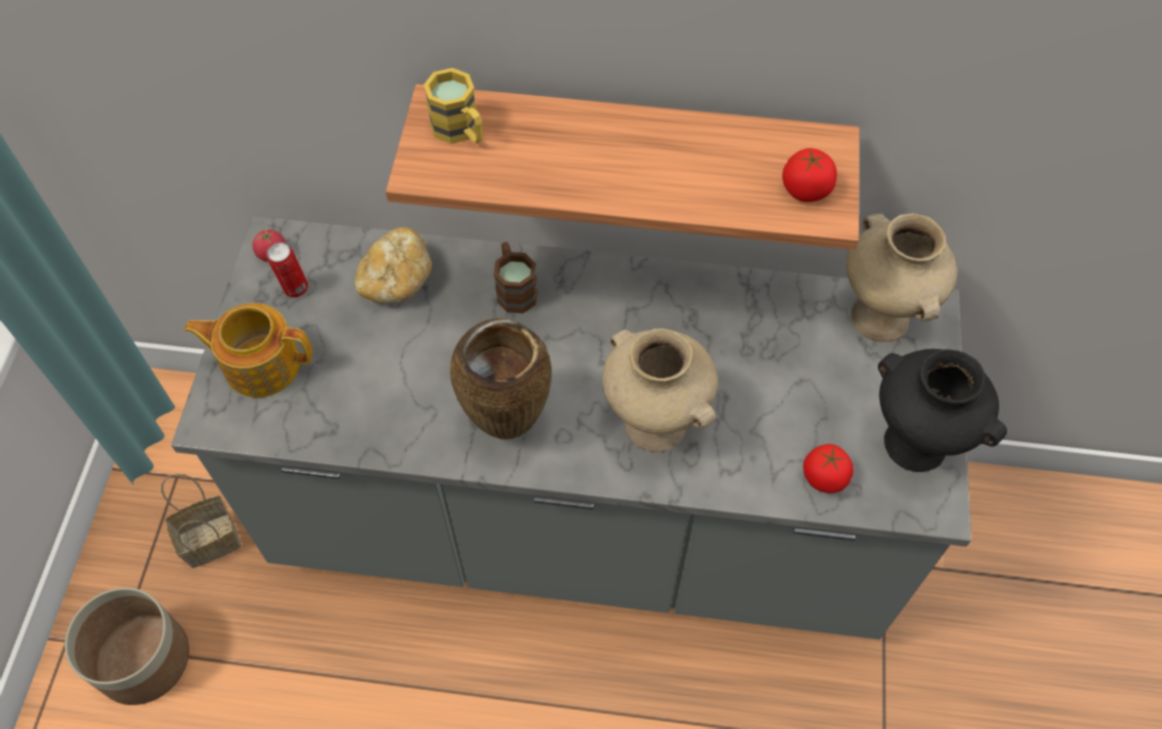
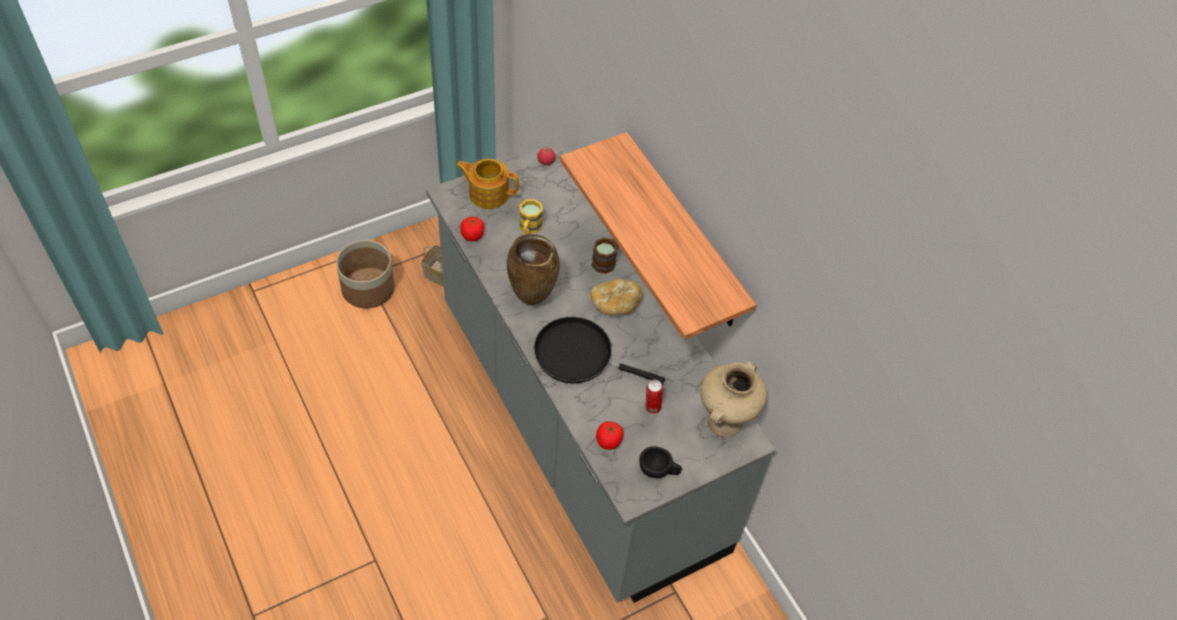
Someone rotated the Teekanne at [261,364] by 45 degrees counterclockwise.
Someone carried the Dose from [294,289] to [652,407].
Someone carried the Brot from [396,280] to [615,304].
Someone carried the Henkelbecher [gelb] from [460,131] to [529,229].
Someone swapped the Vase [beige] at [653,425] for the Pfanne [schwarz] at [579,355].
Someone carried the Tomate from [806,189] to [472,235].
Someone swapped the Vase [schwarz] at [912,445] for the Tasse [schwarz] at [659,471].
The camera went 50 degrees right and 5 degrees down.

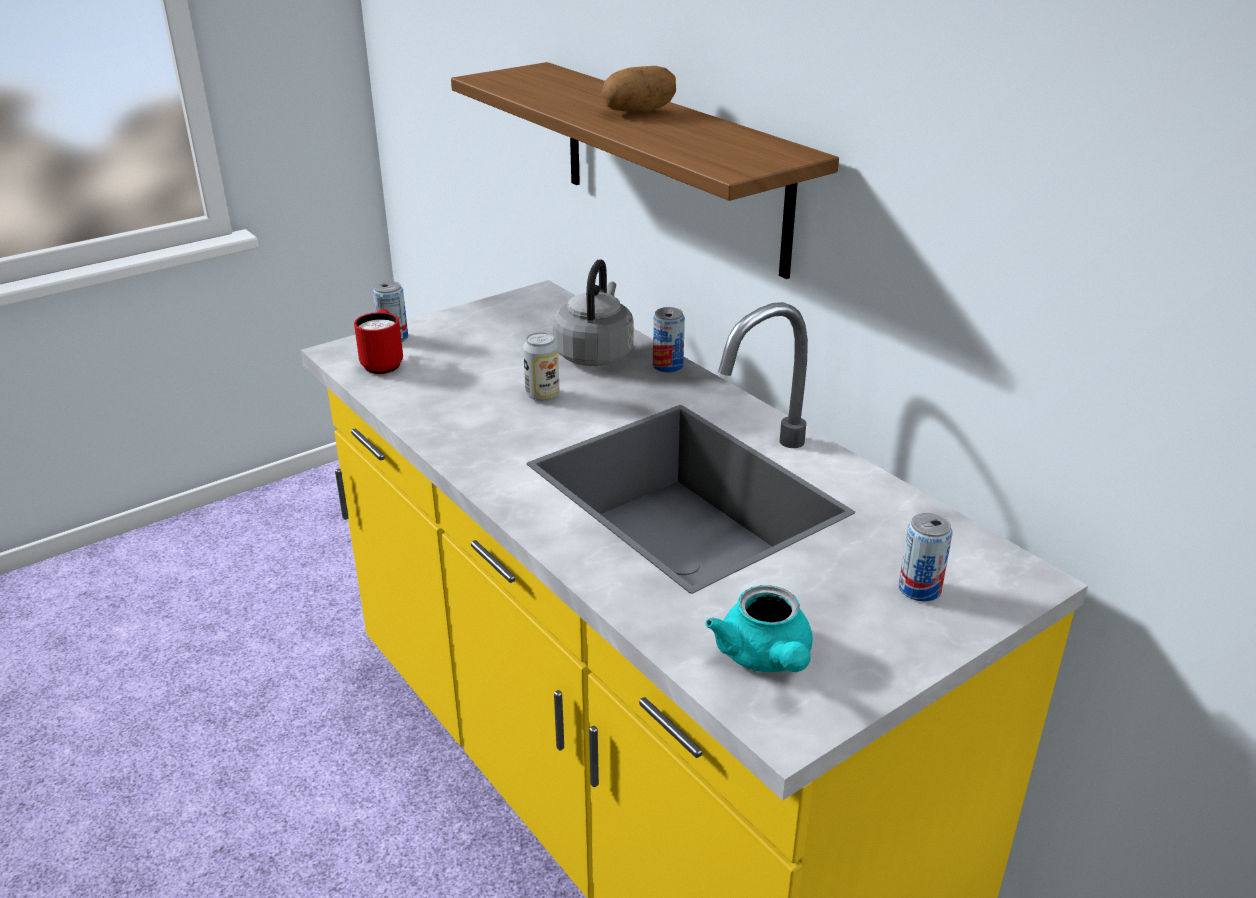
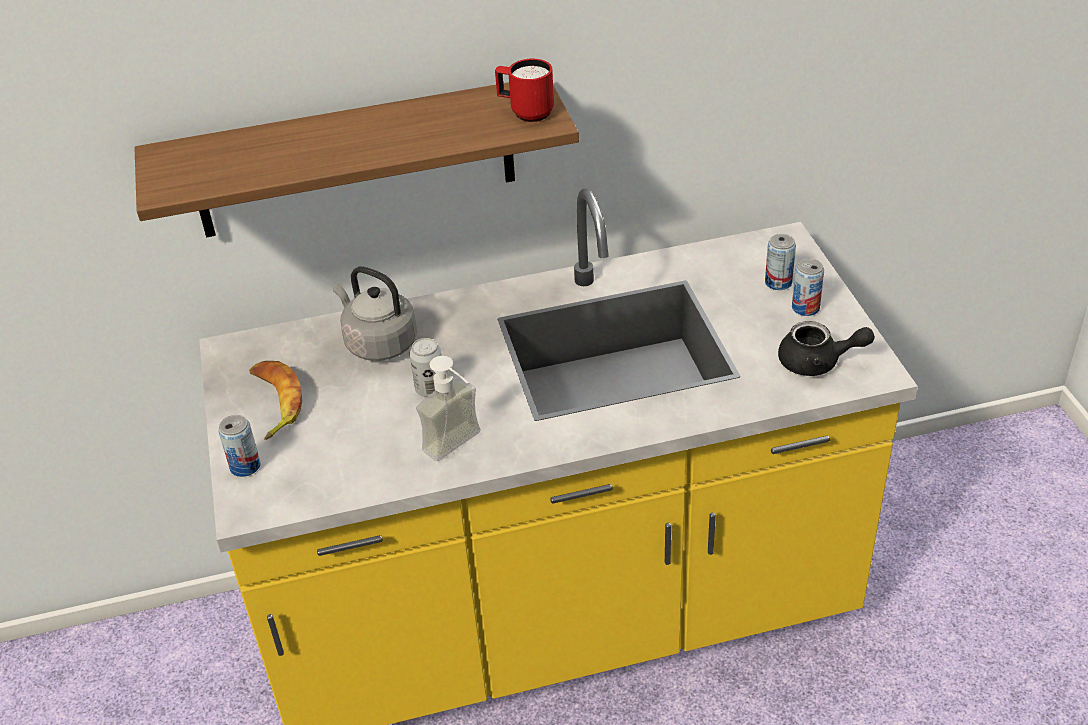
Someone carried the Henkelbecher [rot] from [383,363] to [525,112].
Someone took away the Kartoffel at [638,111].
Someone carried the Dose from [667,366] to [805,308].
Someone repainted the Teekanne [türkis] at [766,659], which became the Teekanne [schwarz] at [818,363].
Someone put down the Banane at [273,403].
Someone put down the Seifenspender at [460,448].
The camera went 65 degrees left and 10 degrees up.

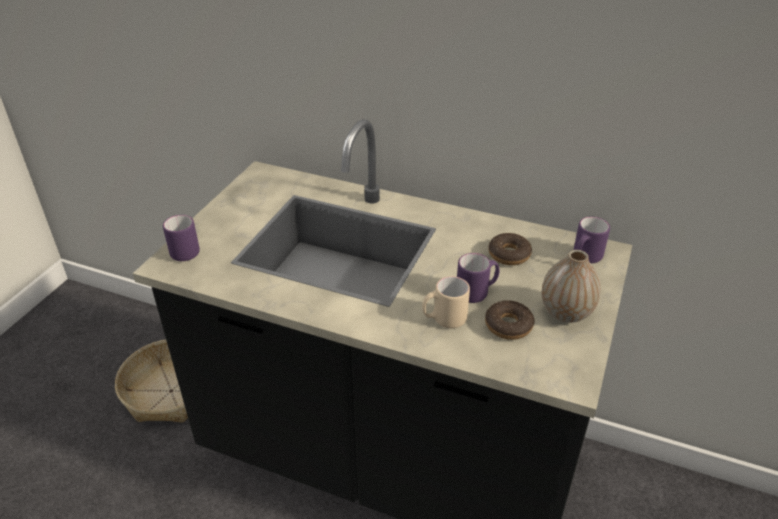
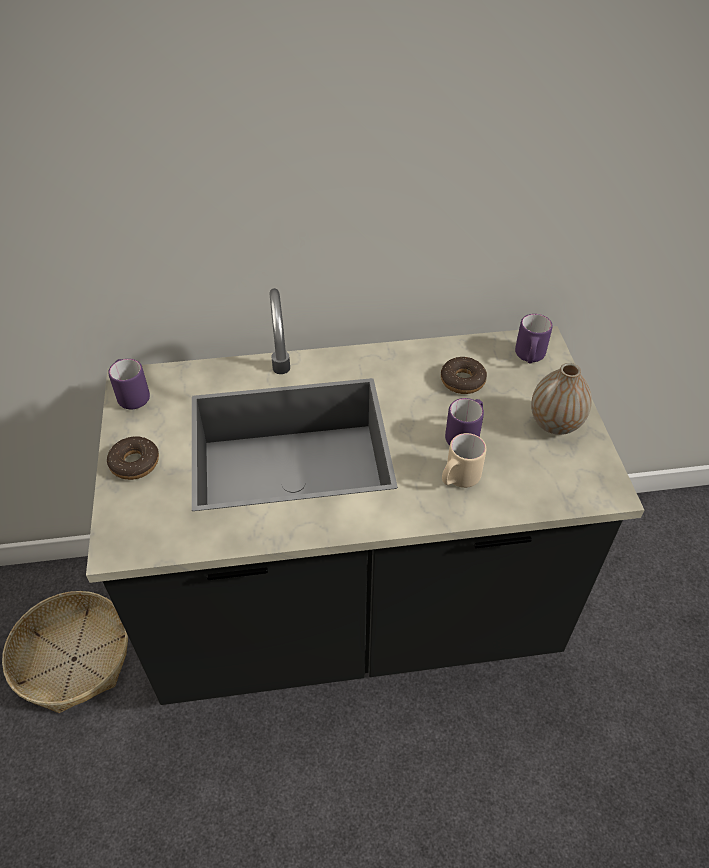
Someone carried the Henkelbecher [lila] from [186,250] to [132,395].
Someone carried the Donut from [508,325] to [134,463].
The camera went 30 degrees left and 10 degrees up.

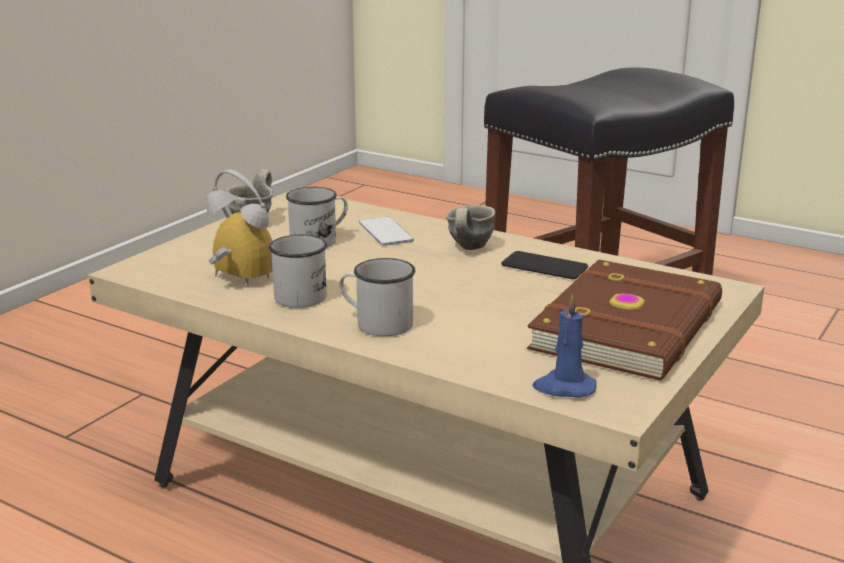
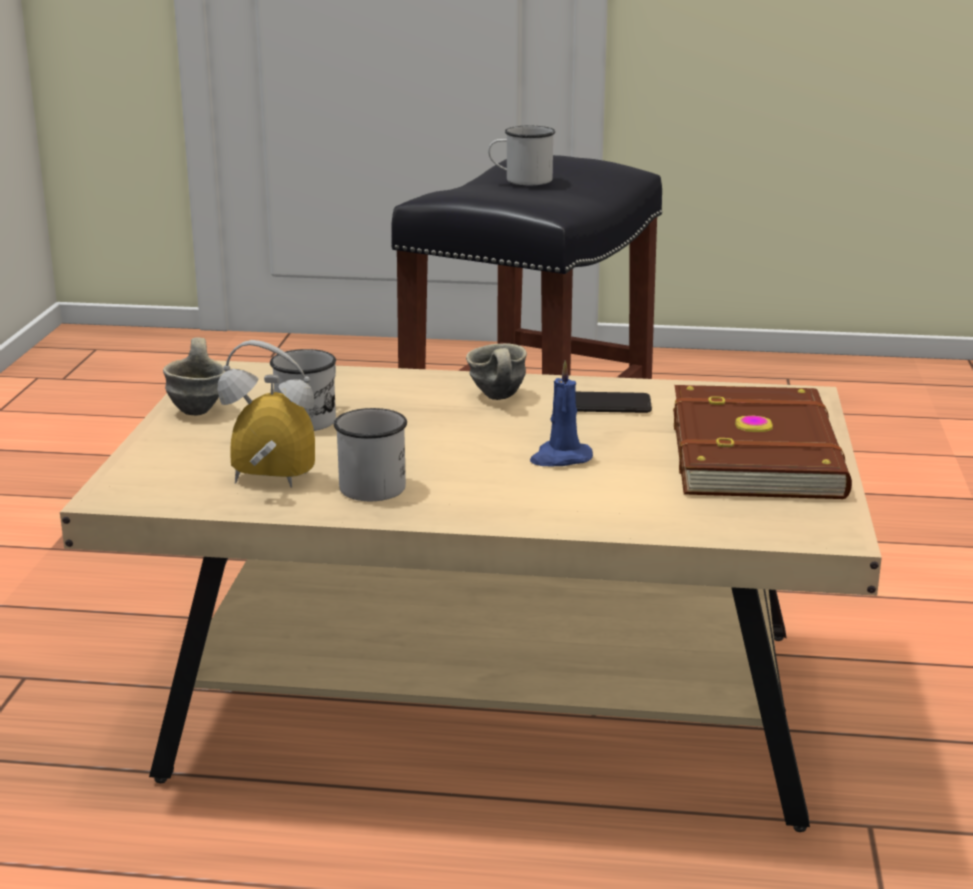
Someone carried the Henkelbecher [weiß] from [376,323] to [521,180].
Someone took away the Handy at [385,232].
Someone carried the Kerze [blau] from [564,387] to [560,458].
The camera went 25 degrees left and 0 degrees up.

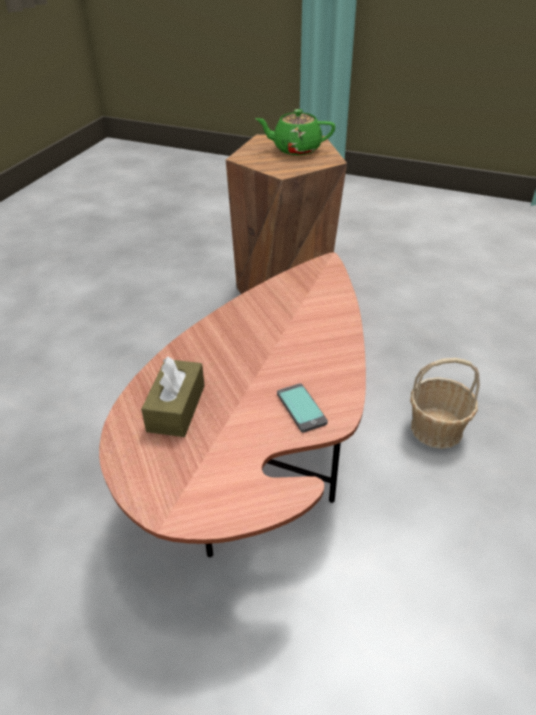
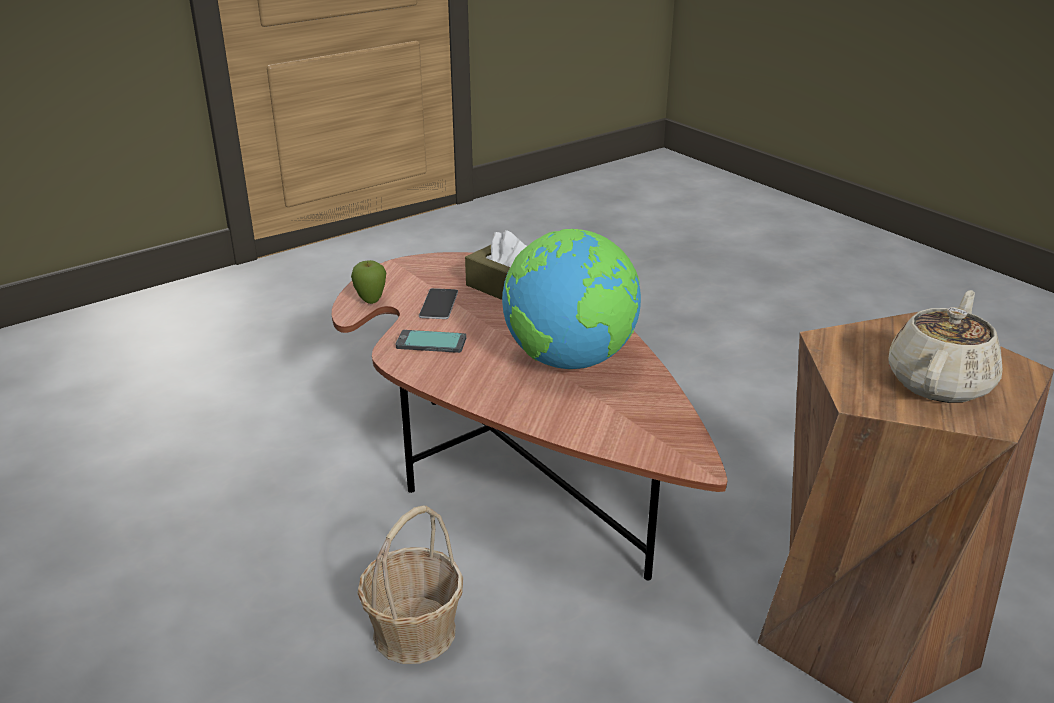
Someone repainted the Teekanne [grün] at [295,149], which became the Teekanne [beige] at [939,382].
Someone put down the Apfel at [371,302].
Someone put down the Handy at [438,304].
Someone put down the Globus at [570,360].
The camera went 120 degrees right and 10 degrees down.

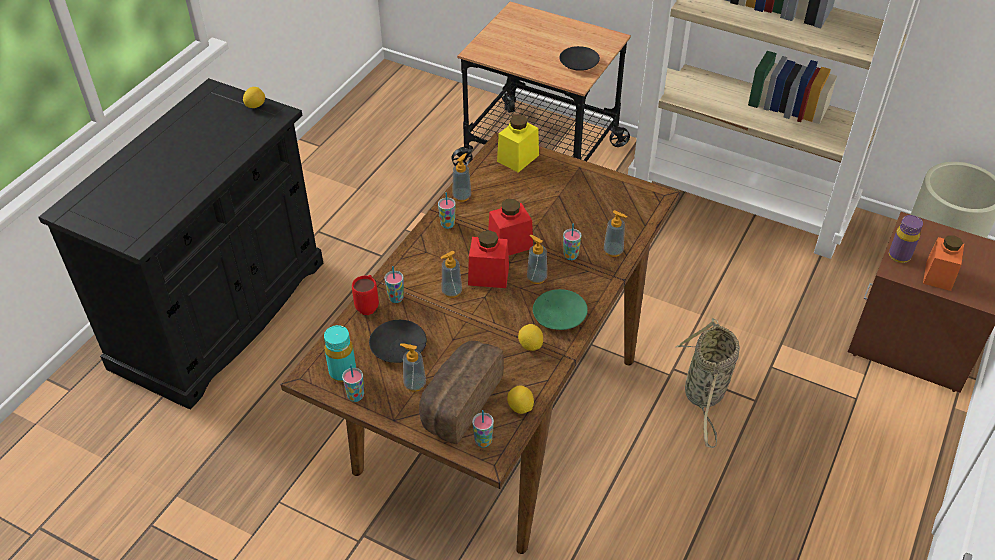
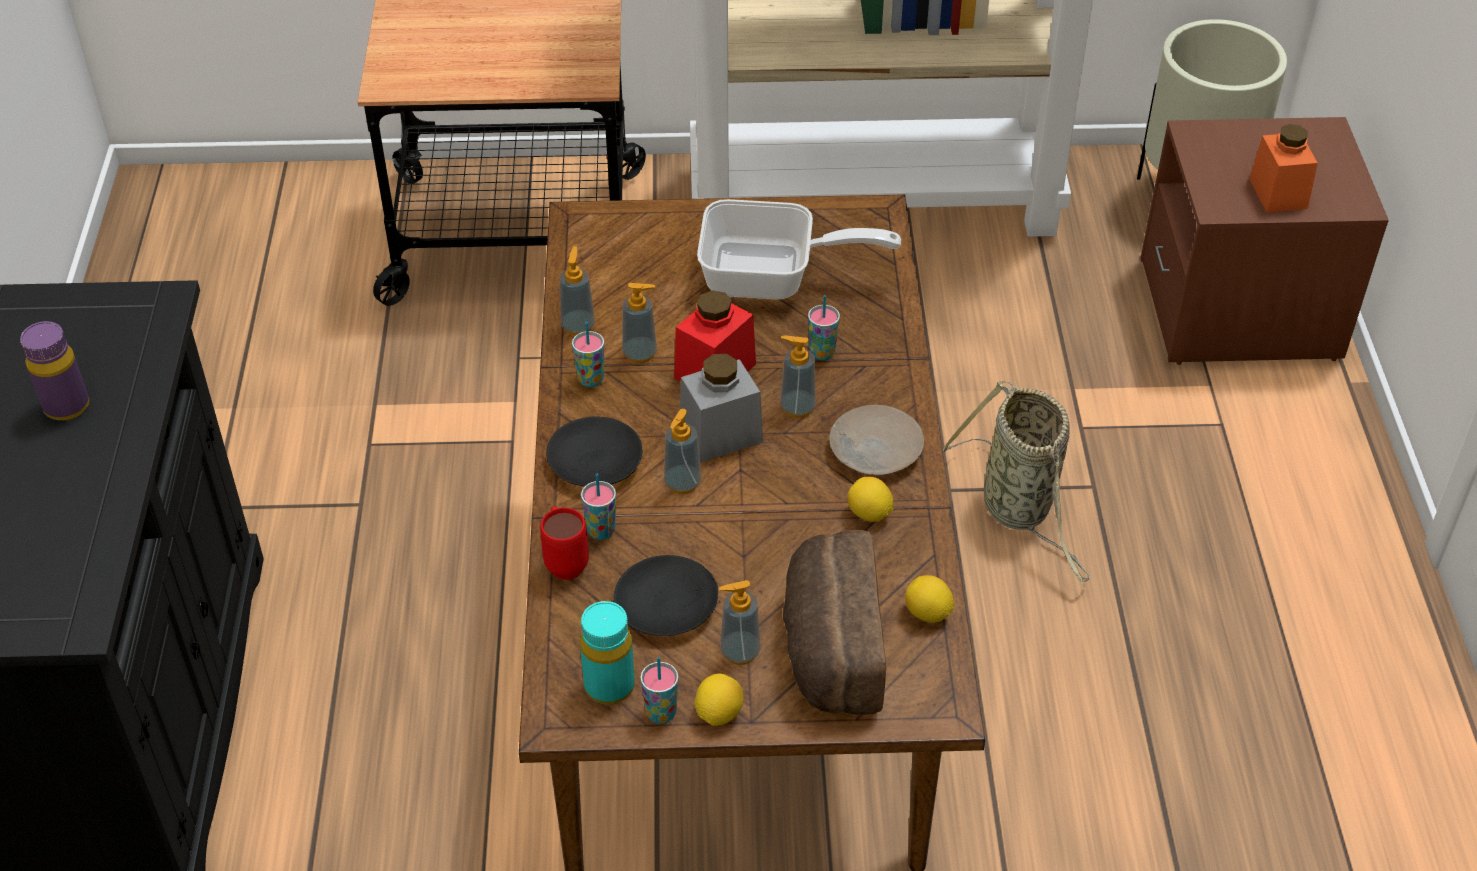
Someone carried the Zitrone from [255,105] to [719,713].
Someone repainted the Vorratsglas [rot] at [488,276], which became the Vorratsglas [grau] at [720,434].
Someone took away the Tasse at [483,441].
Someone took away the Vorratsglas [gelb] at [518,158].
Someone repainted the Teller [grün] at [559,315], which became the Teller [beige] at [875,450].
Someone carried the Teller [schwarz] from [579,63] to [595,462].
Someone carried the Seifenspender from [613,251] to [640,353].
Someone carried the Flasche [lila] from [899,256] to [67,406].
Someone put down the Pfanne at [772,277].
The camera went 30 degrees left and 0 degrees up.

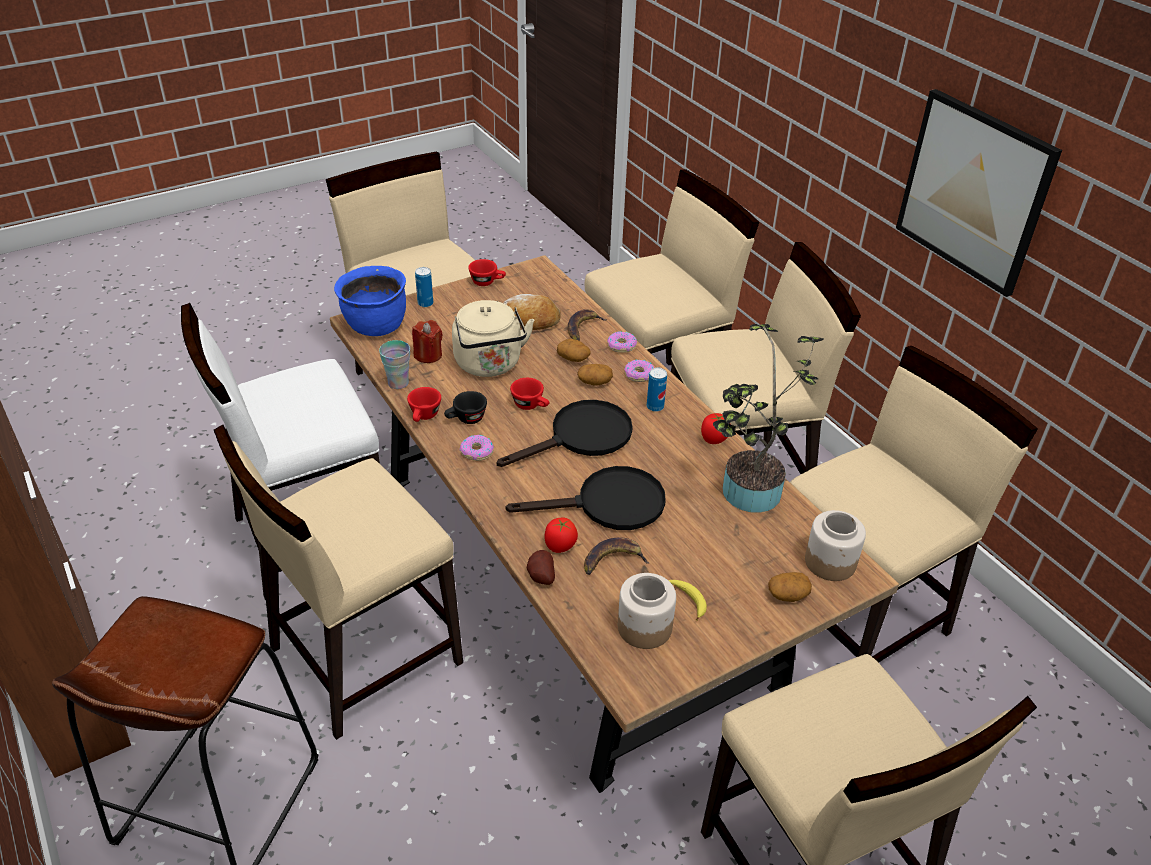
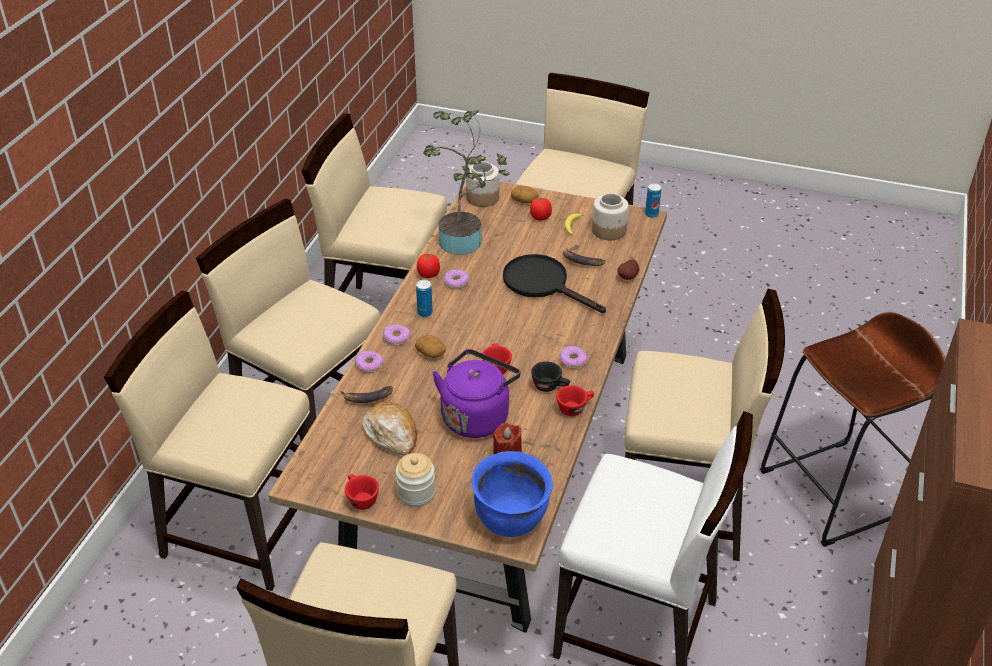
Someone took away the Tasse at [398,383].
Someone carried the Dose from [425,303] to [651,214].
Someone repainted the Wasserkessel [beige] at [490,365], which became the Wasserkessel [lila] at [476,416].
Someone took away the Pfanne [schwarz] at [581,437].
Someone carried the Tomate from [560,546] to [540,217].
Someone took away the Kartoffel at [573,358].
Someone took away the Bild at [974,191].
Someone put down the Vorratsglas at [416,493].
Someone put down the Donut at [456,282].
The camera went 130 degrees left and 0 degrees up.

